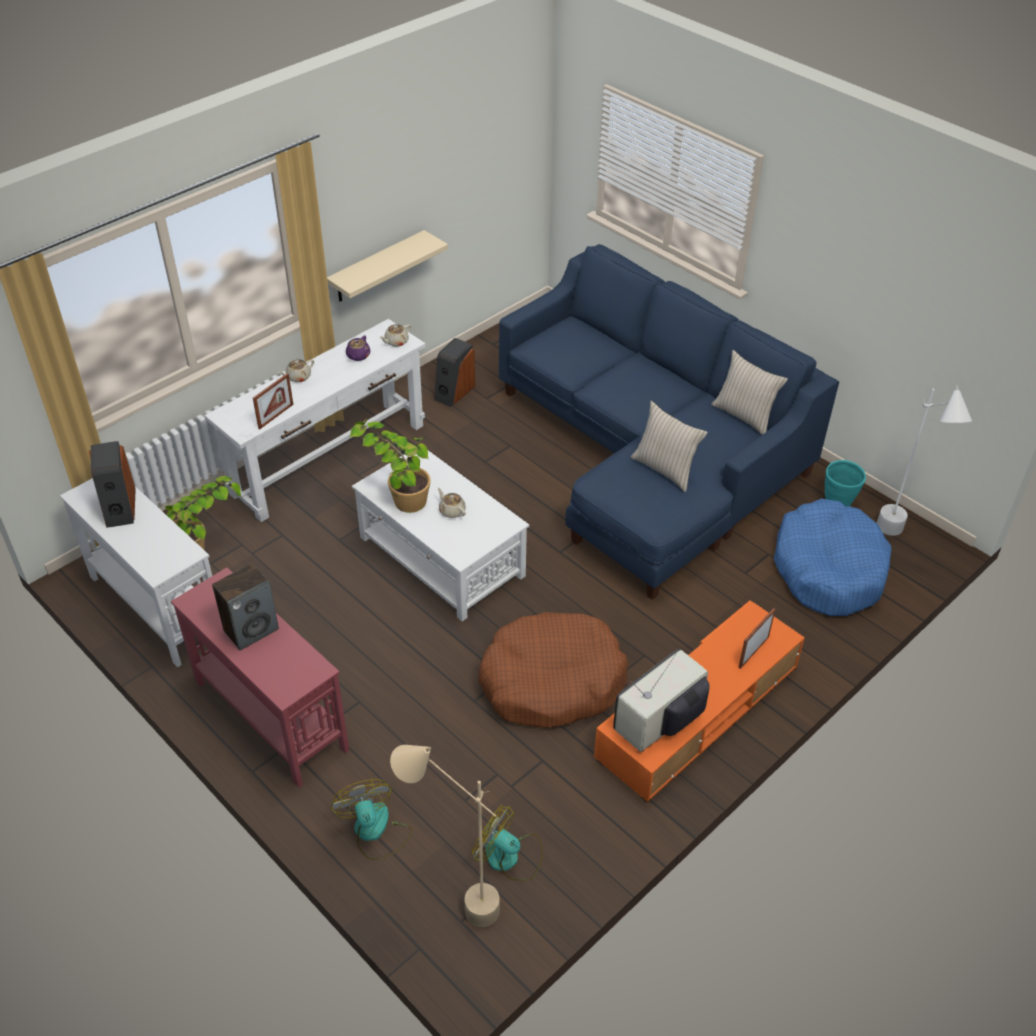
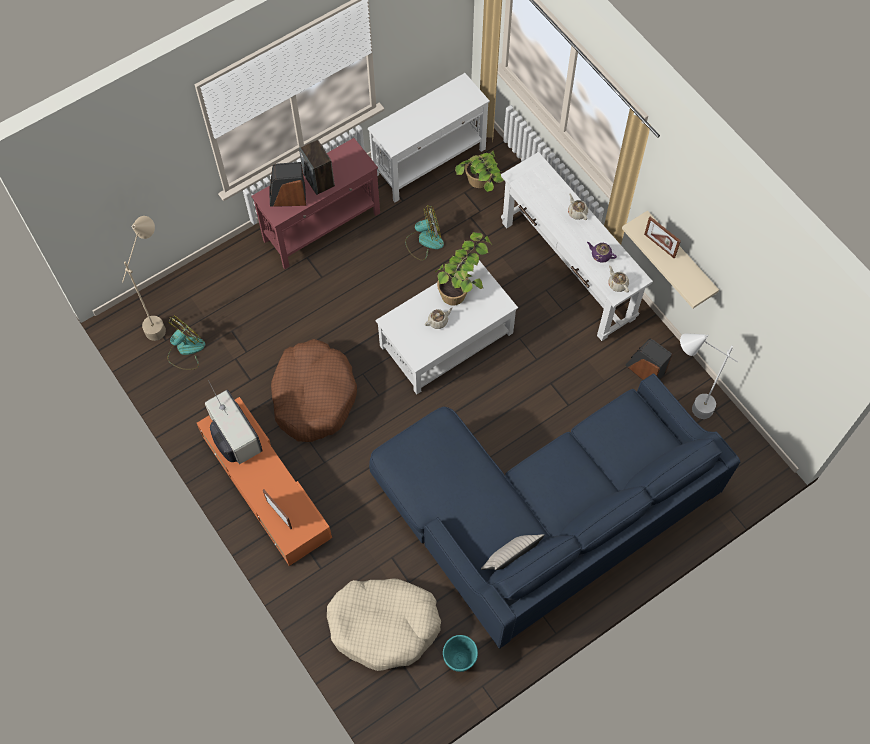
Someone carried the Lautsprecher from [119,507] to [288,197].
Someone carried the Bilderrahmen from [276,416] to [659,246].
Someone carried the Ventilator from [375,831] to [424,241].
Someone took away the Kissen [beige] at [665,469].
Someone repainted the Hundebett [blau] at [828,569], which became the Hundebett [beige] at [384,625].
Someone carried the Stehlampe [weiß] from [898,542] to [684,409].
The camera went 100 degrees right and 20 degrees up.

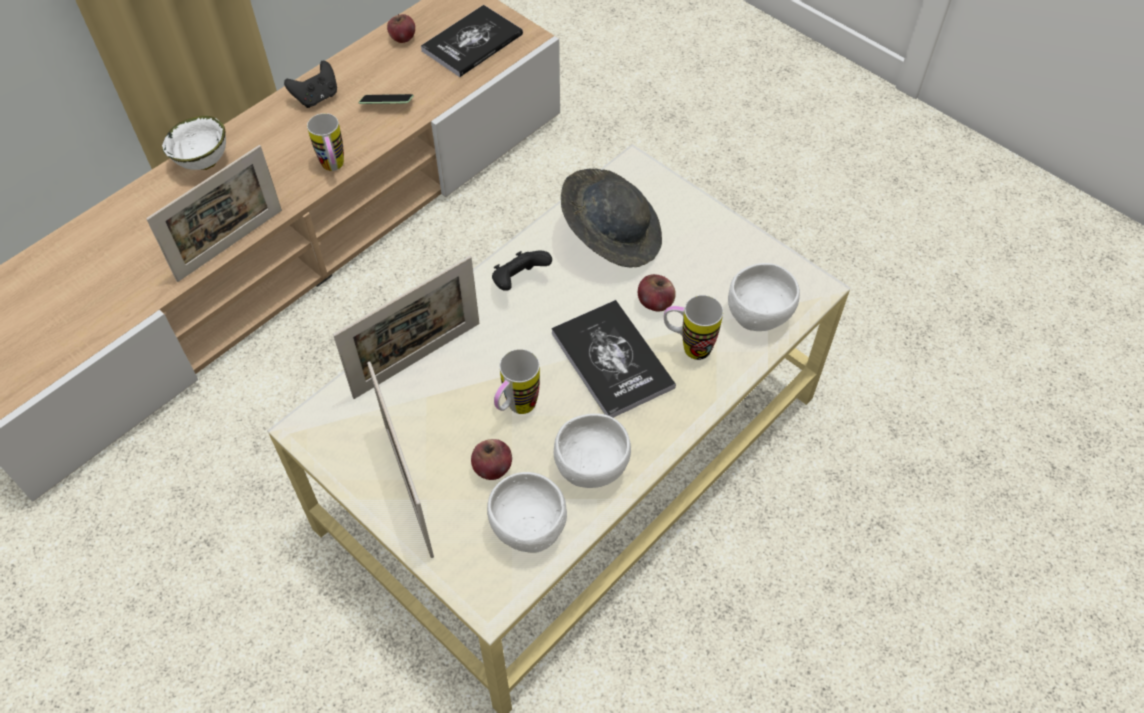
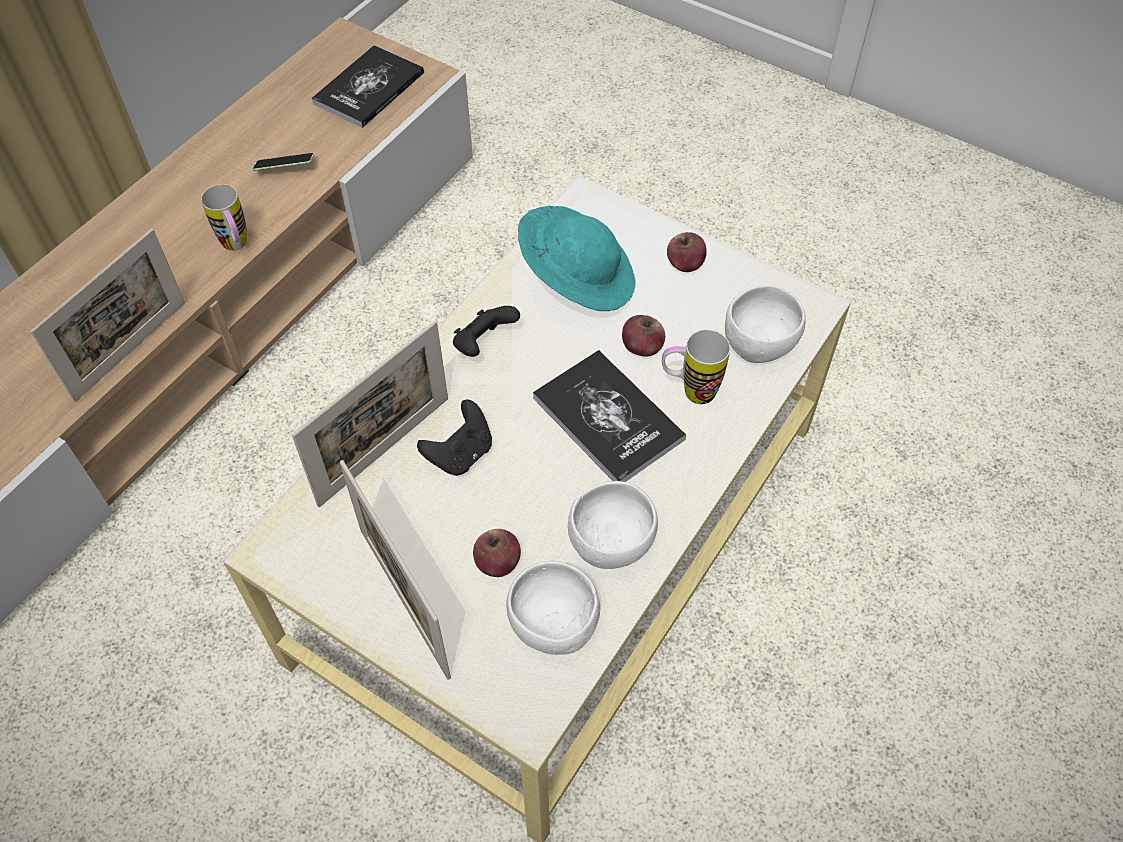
Someone took away the Schüssel [weiß] at [204,163].
Someone carried the Gamepad [schwarz] from [317,97] to [460,454].
Someone carried the Apfel from [402,38] to [685,264].
Someone took away the Henkelbecher at [516,409].
Someone repainted the Hut [grau] at [611,234], which became the Hut [türkis] at [576,278].
The camera went 10 degrees left and 0 degrees up.

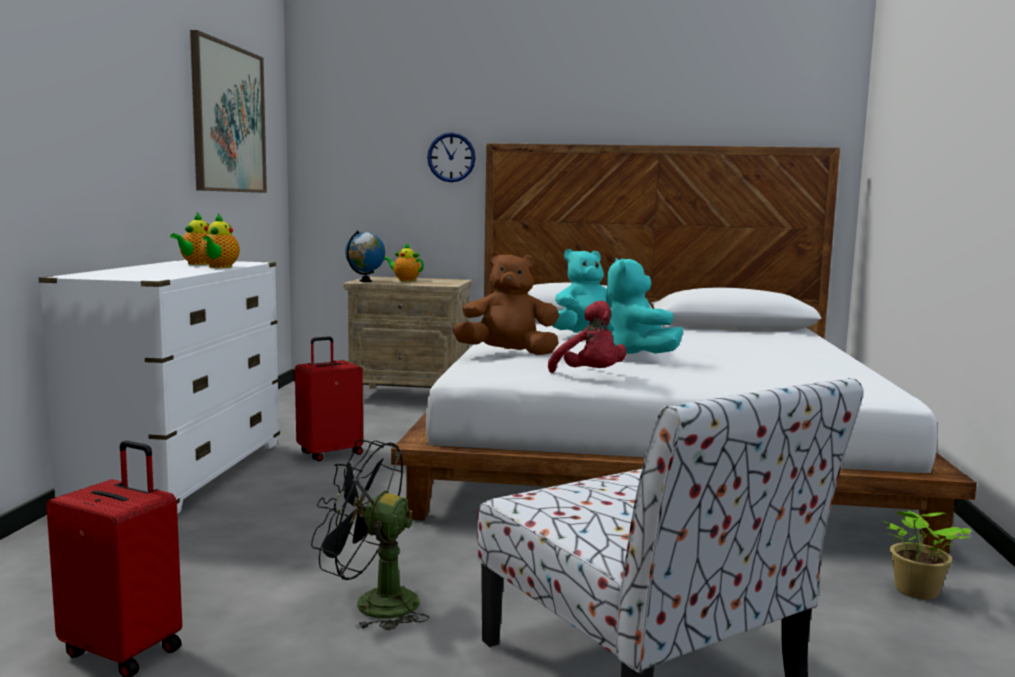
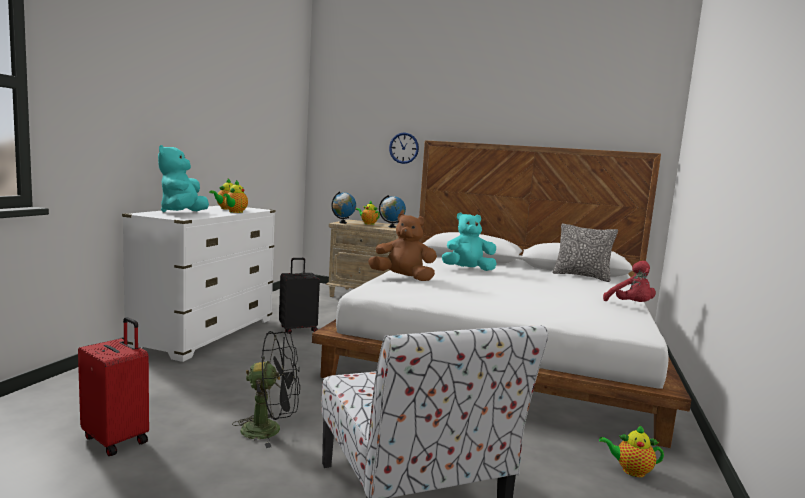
Someone took away the Bild at [228,119].
Someone repainted the Koffer [rot] at [330,453], which became the Koffer [schwarz] at [298,329].
Someone rotated the Ventilator [schwarz] at [373,604] by 150 degrees clockwise.
Someone carried the Plüschtier [rot] from [590,376] to [631,306].
Someone carried the Plüschtier [türkis] from [638,356] to [183,213].
Someone swapped the Topfpflanze at [915,592] for the Teekanne at [630,470].
Someone put down the Globus at [392,227].
Someone put down the Kissen at [581,276].
The camera went 10 degrees right and 0 degrees up.

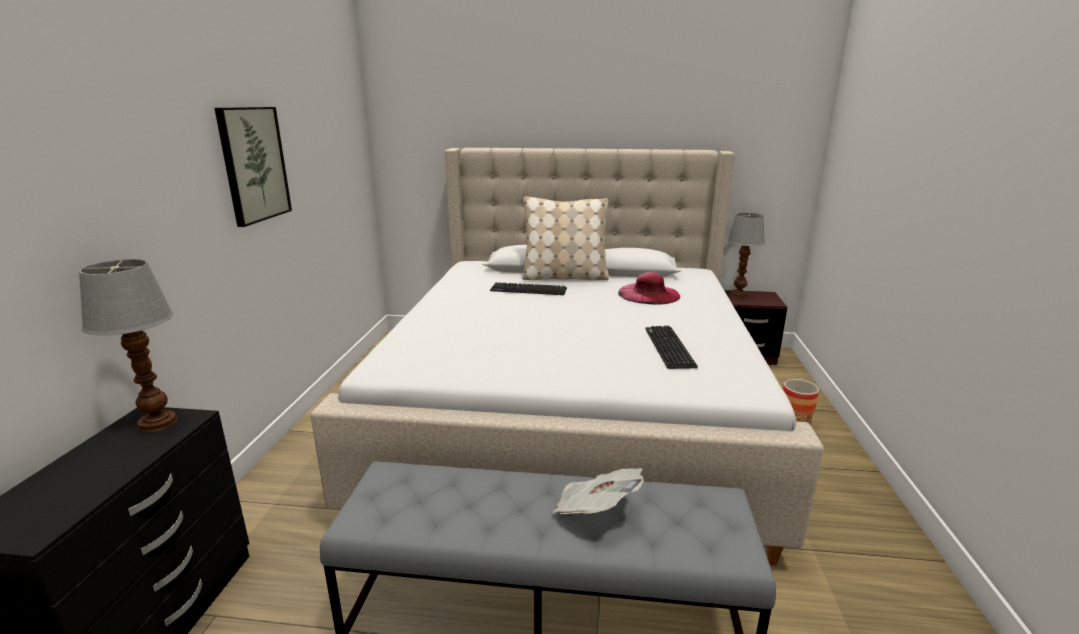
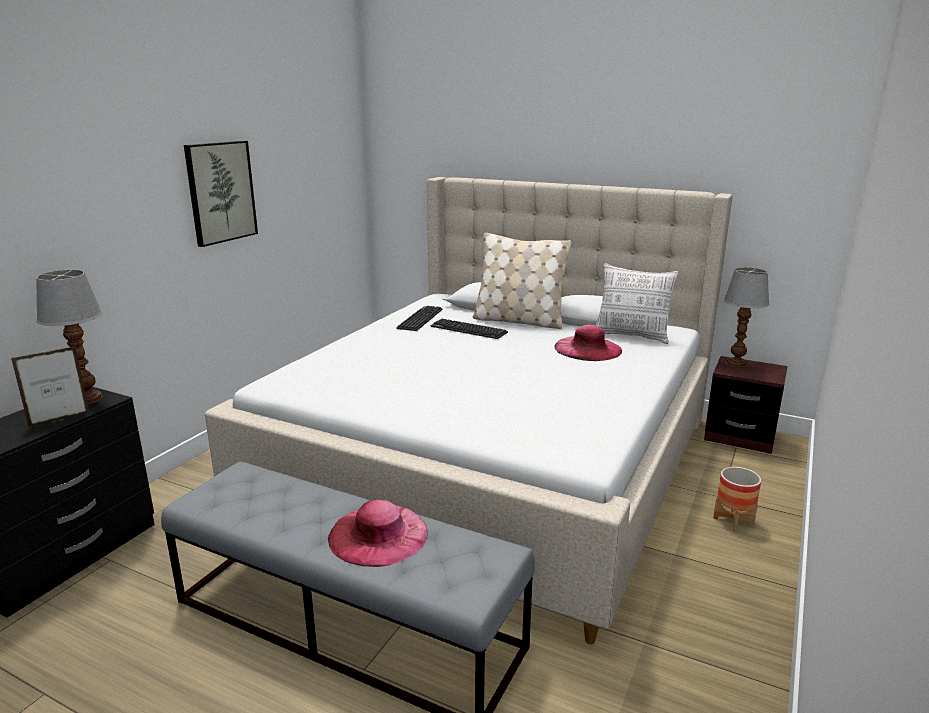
Someone swapped the Zeitung at [595,510] for the Hut [rosa] at [378,534].
Someone carried the Tastatur from [669,347] to [420,319].
Someone put down the Bilderrahmen at [60,419].
Someone put down the Kissen at [632,336].
The camera went 20 degrees right and 0 degrees up.

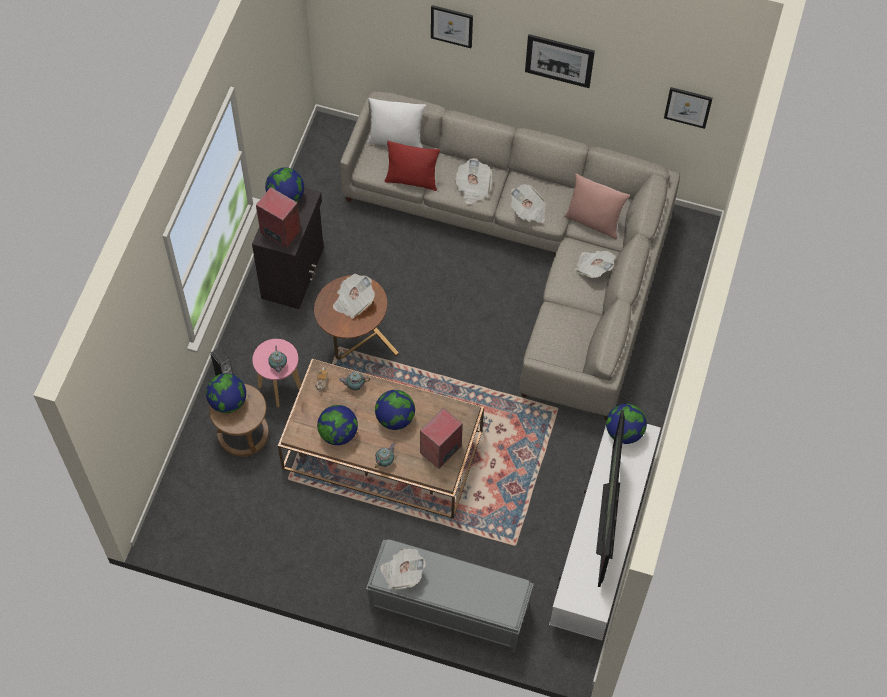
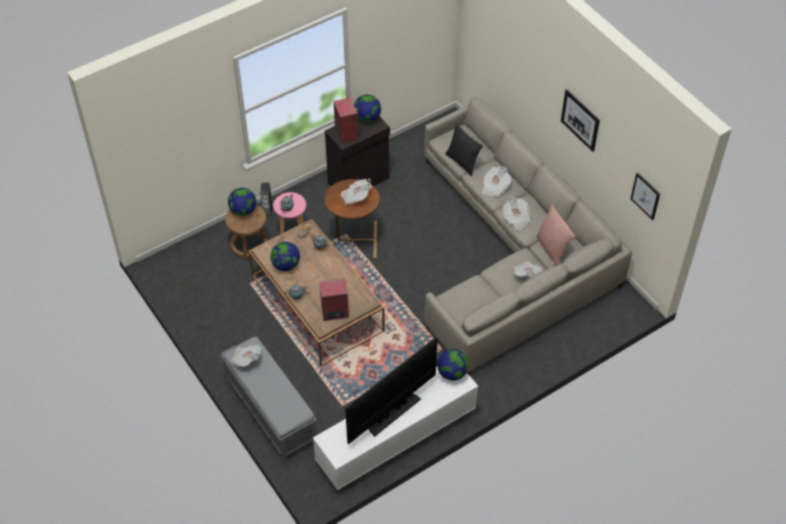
Someone took away the Kissen [weiß] at [396,140].
Someone took away the Globus at [395,418].
Someone repainted the Kissen [rot] at [412,180], which became the Kissen [schwarz] at [462,162].
Someone took away the Bild at [452,26].
The camera went 40 degrees right and 10 degrees down.

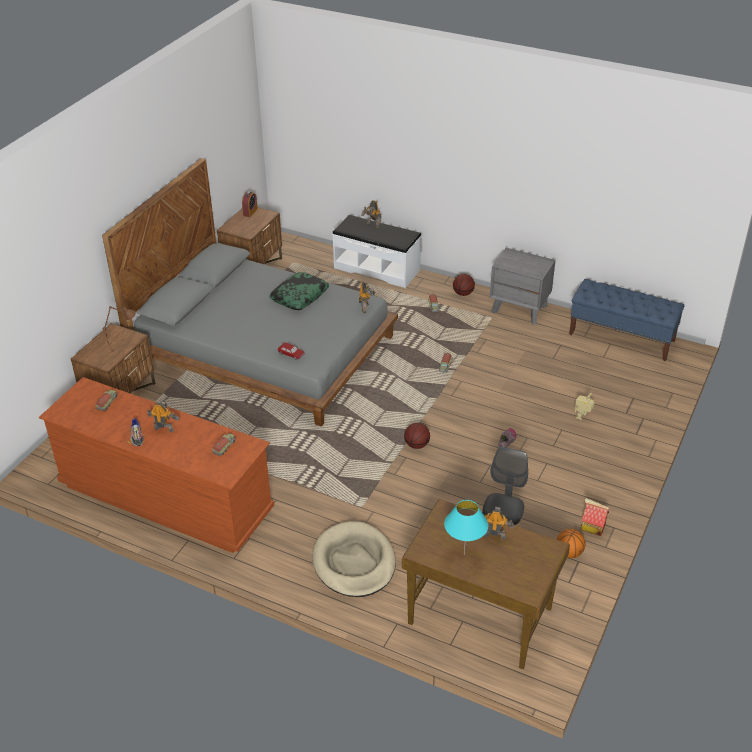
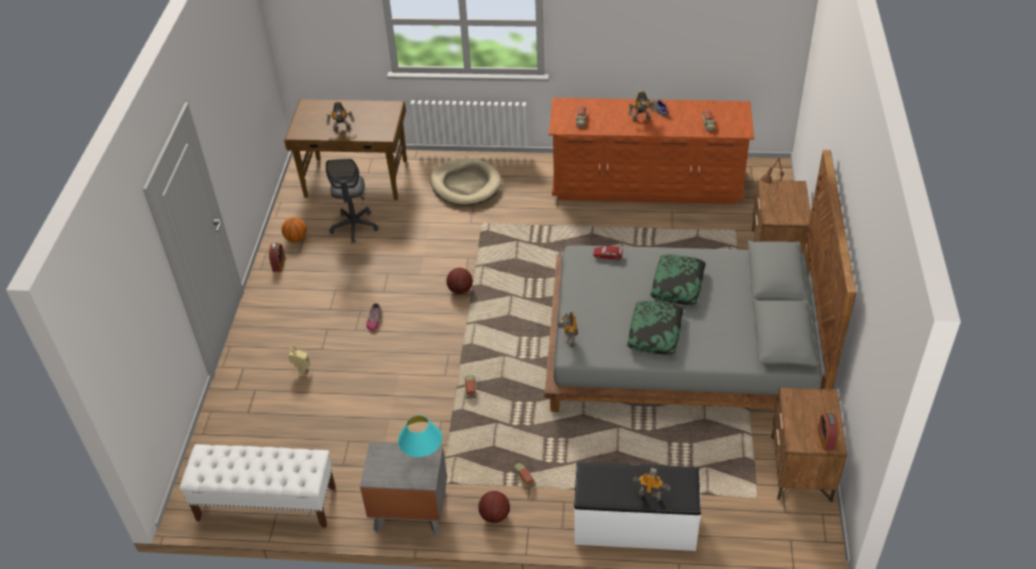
Someone carried the Tischlampe [türkis] from [464,554] to [424,466].
Someone repainted the Bank [blau] at [622,337], which became the Bank [weiß] at [266,504].
Someone swapped the Spielzeughaus at [592,527] for the Wecker at [279,264].
Someone put down the Kissen at [678,285].
The camera went 160 degrees right and 5 degrees up.

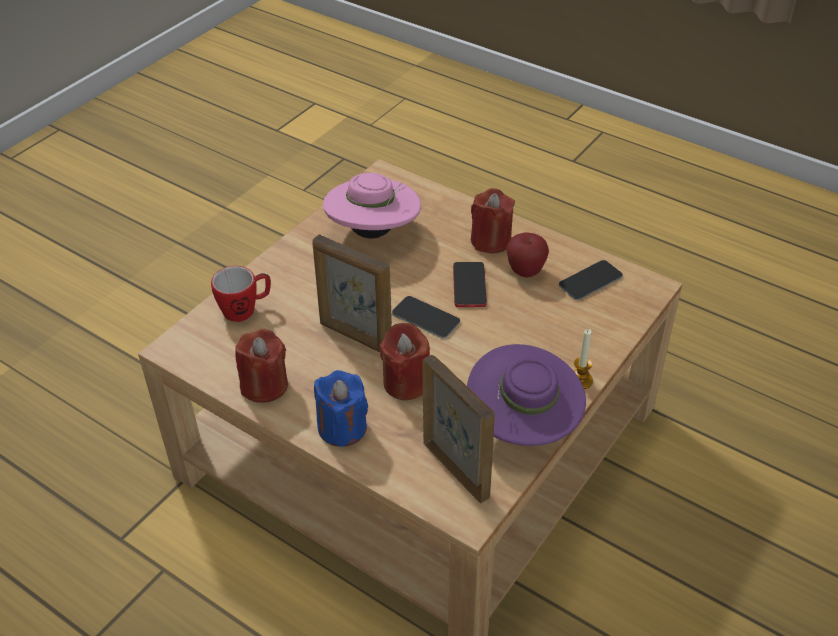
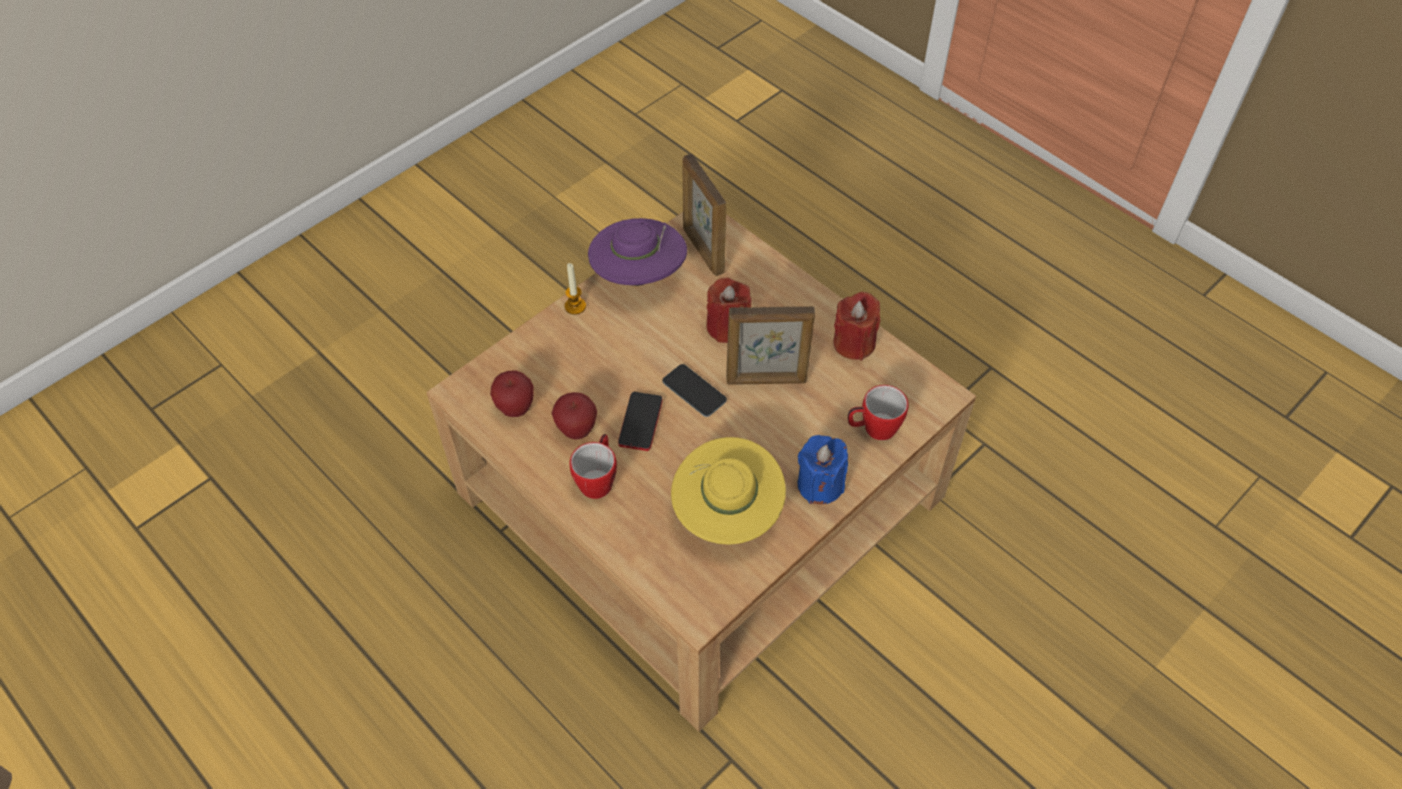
Someone rotated the Bilderrahmen at [355,336] by 135 degrees clockwise.
Someone carried the Kerze [blau] from [342,428] to [820,485].
Someone repainted the Hut [rosa] at [373,232], which became the Hut [gelb] at [727,513].
Someone swapped the Kerze [rot] at [491,241] for the Henkelbecher at [598,479].
Someone swapped the Handy at [590,281] for the Apfel at [515,408].
The camera went 170 degrees left and 10 degrees up.

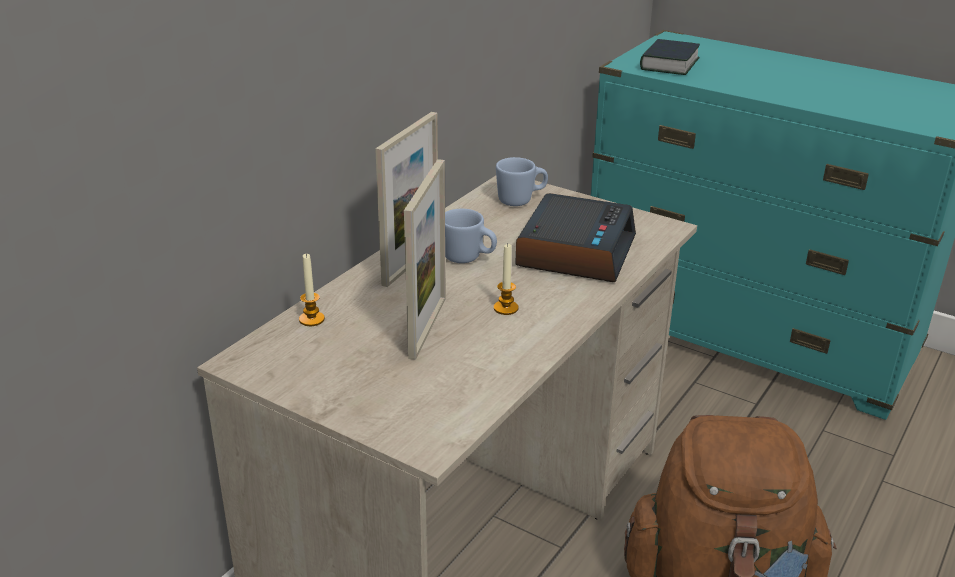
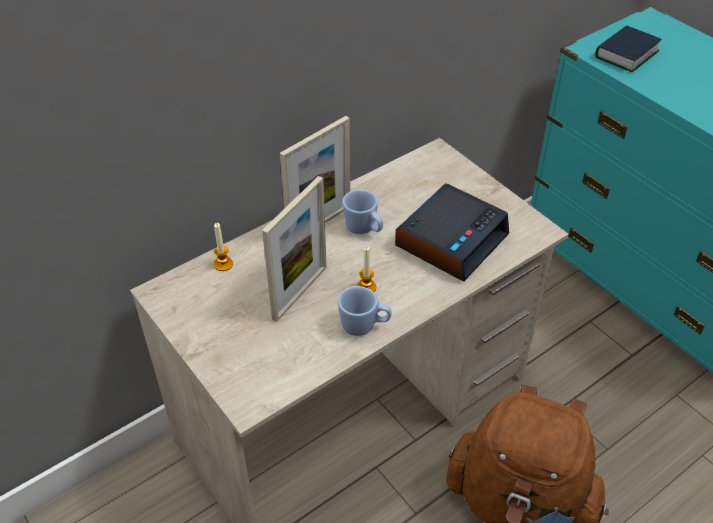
Someone carried the Henkelbecher [blau] from [521,200] to [364,326].
The camera went 20 degrees right and 15 degrees up.

